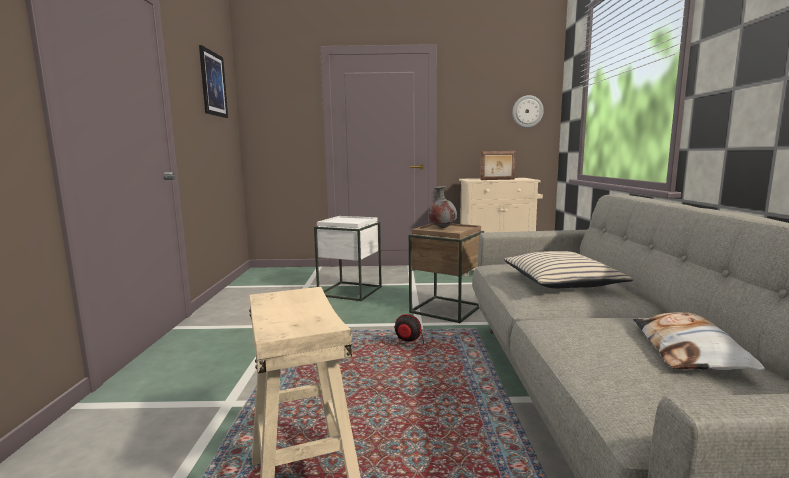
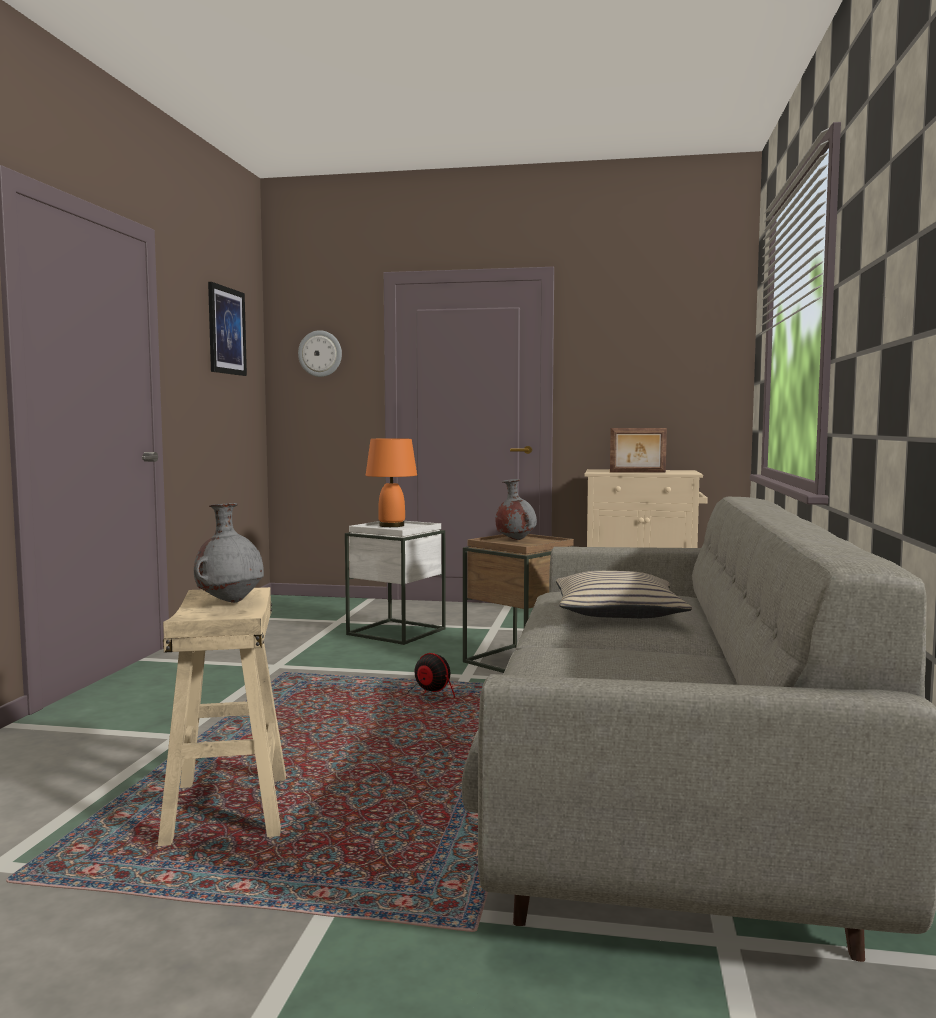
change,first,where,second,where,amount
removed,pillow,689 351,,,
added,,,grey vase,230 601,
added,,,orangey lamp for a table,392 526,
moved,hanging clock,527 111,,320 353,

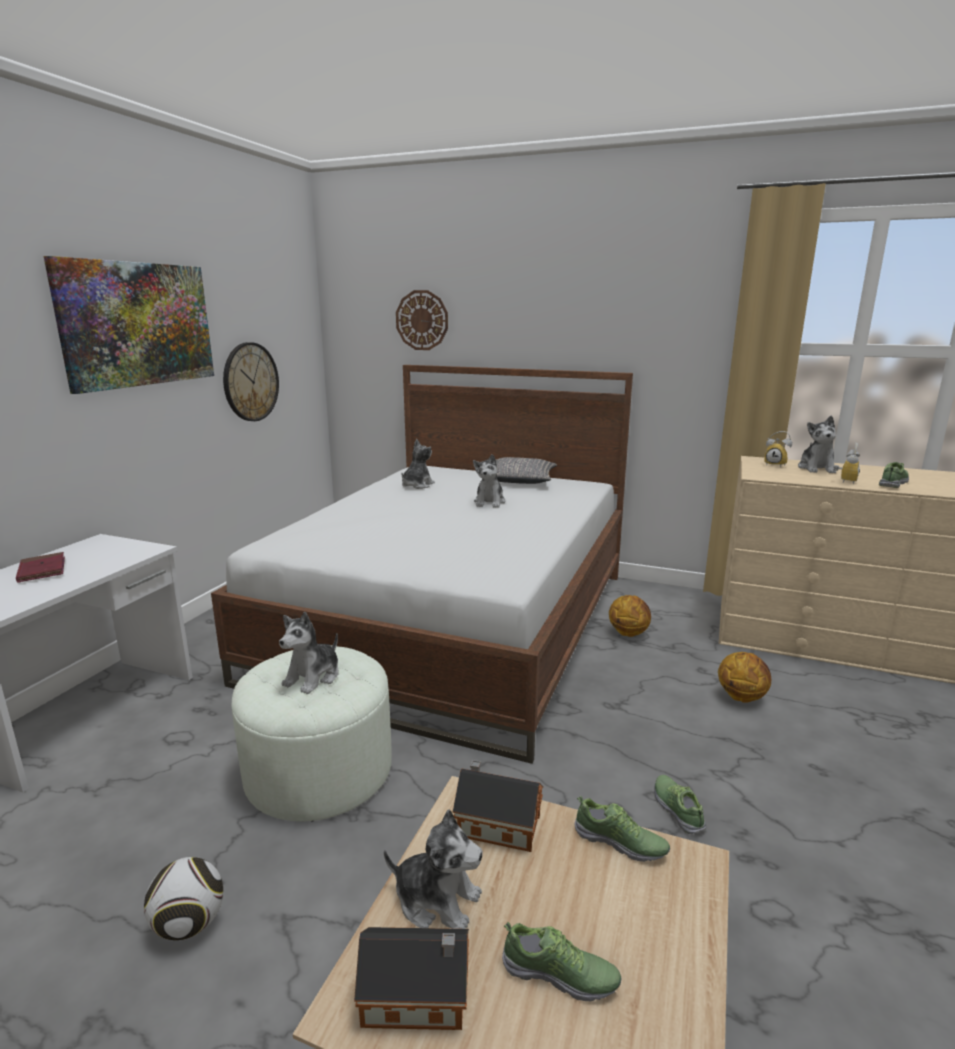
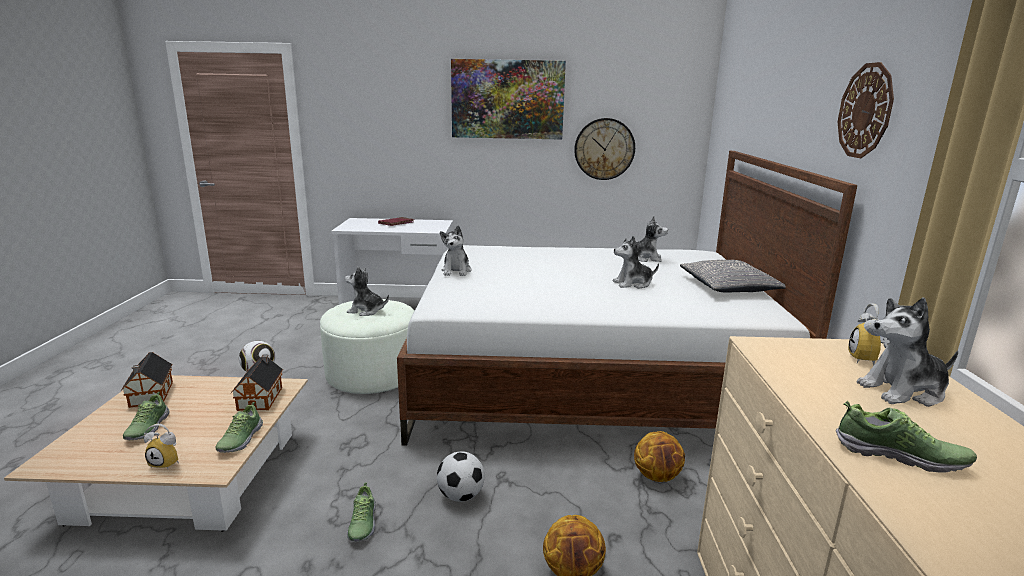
change,first,where,second,where,amount
added,,,ball for football,461 496,
moved,cuddly toy,437 900,,456 271,
moved,hanging clock,422 320,,865 111,
moved,table clock,844 481,,168 463,
turned,shoe,678 809,,362 524,120 degrees clockwise

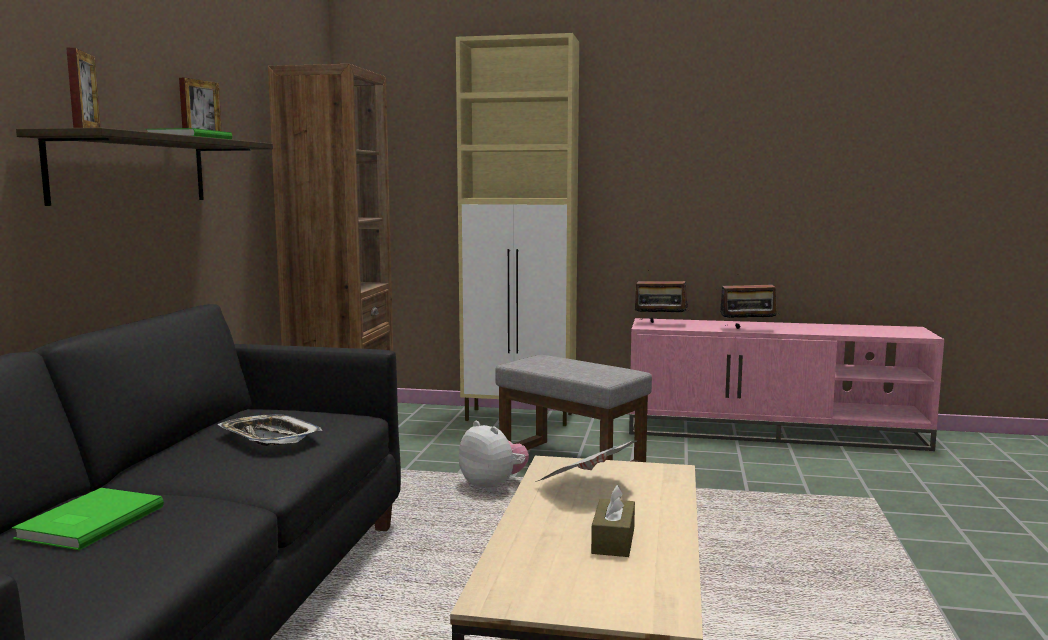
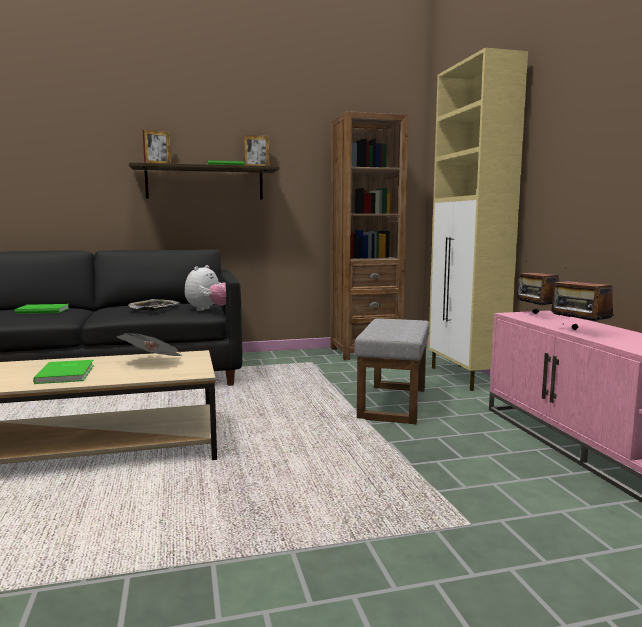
change,first,where,second,where,amount
moved,cuddly toy,493 486,,208 310,
replaced,brownish box of tissues,613 540,green-coloured bound book,67 373,

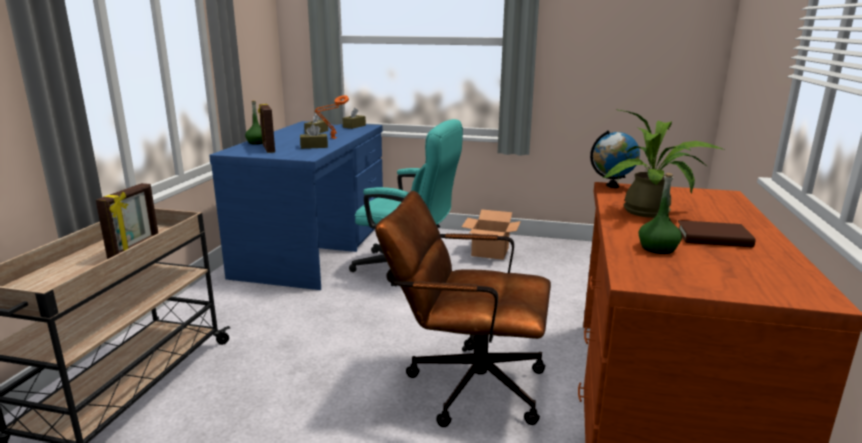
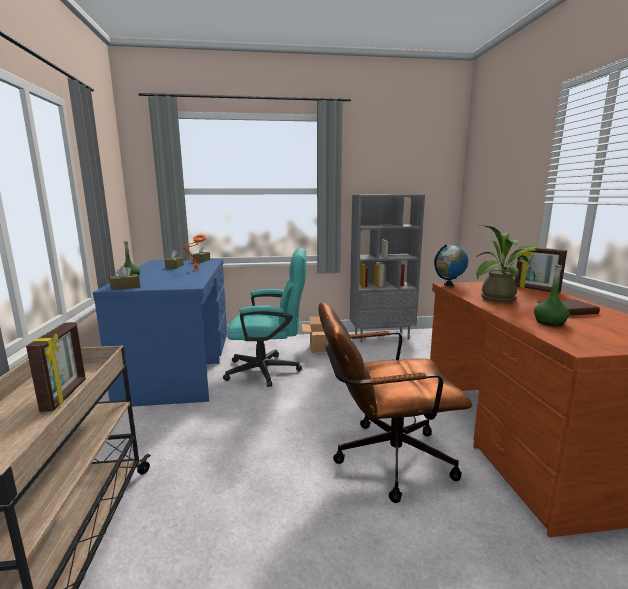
change,first,where,second,where,amount
added,,,grey bookcase,381 336,
moved,standing frame,268 149,,536 289,
moved,brownish box of tissues,314 146,,125 287,

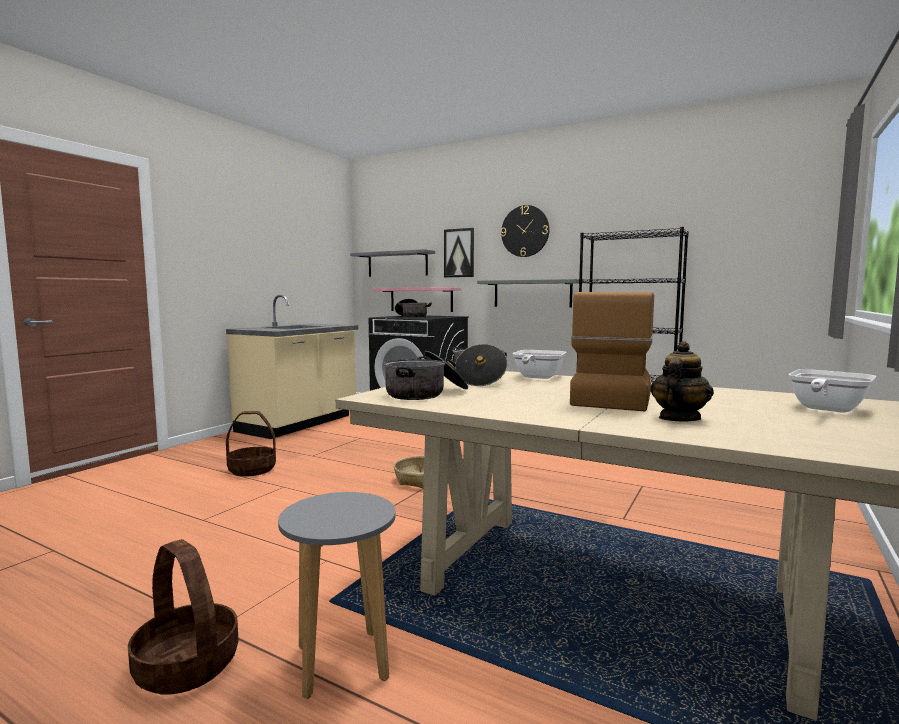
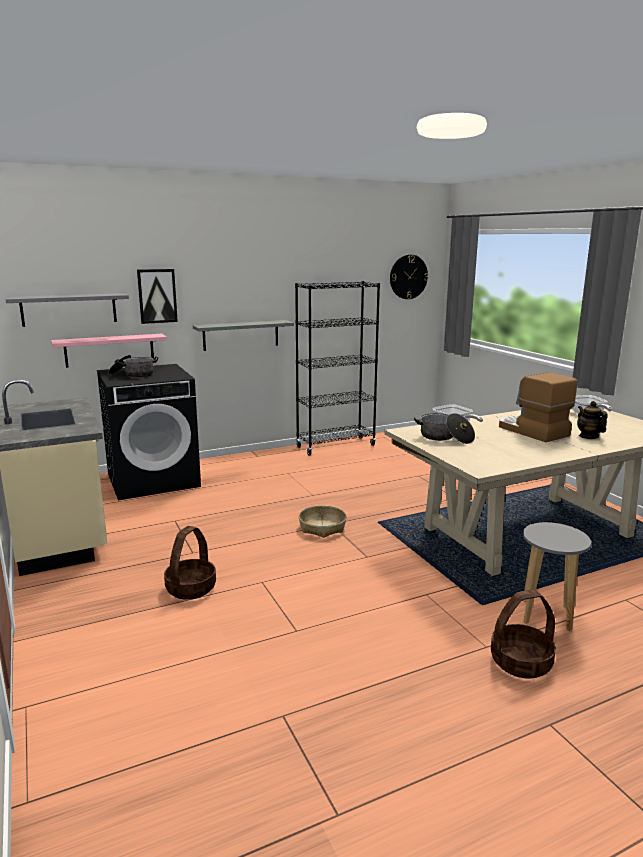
change,first,where,second,where,amount
removed,cooking pot,426 393,,,
moved,hanging clock,525 231,,408 277,

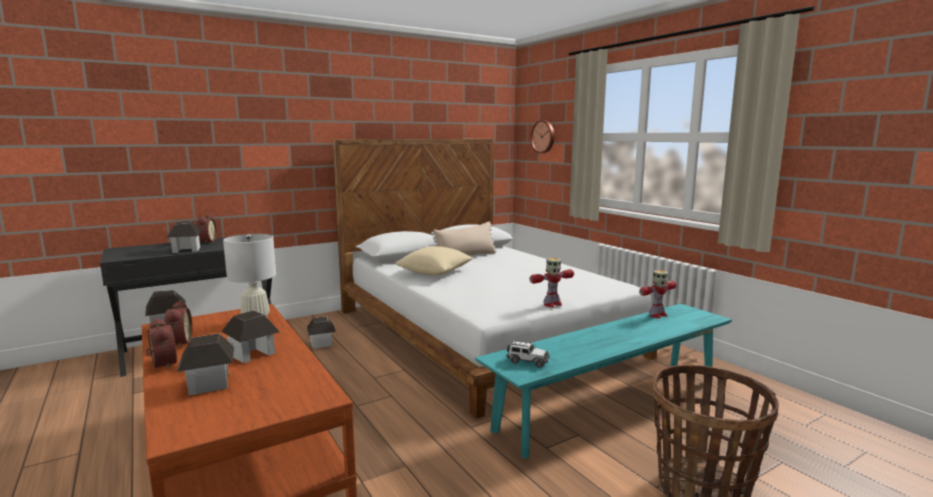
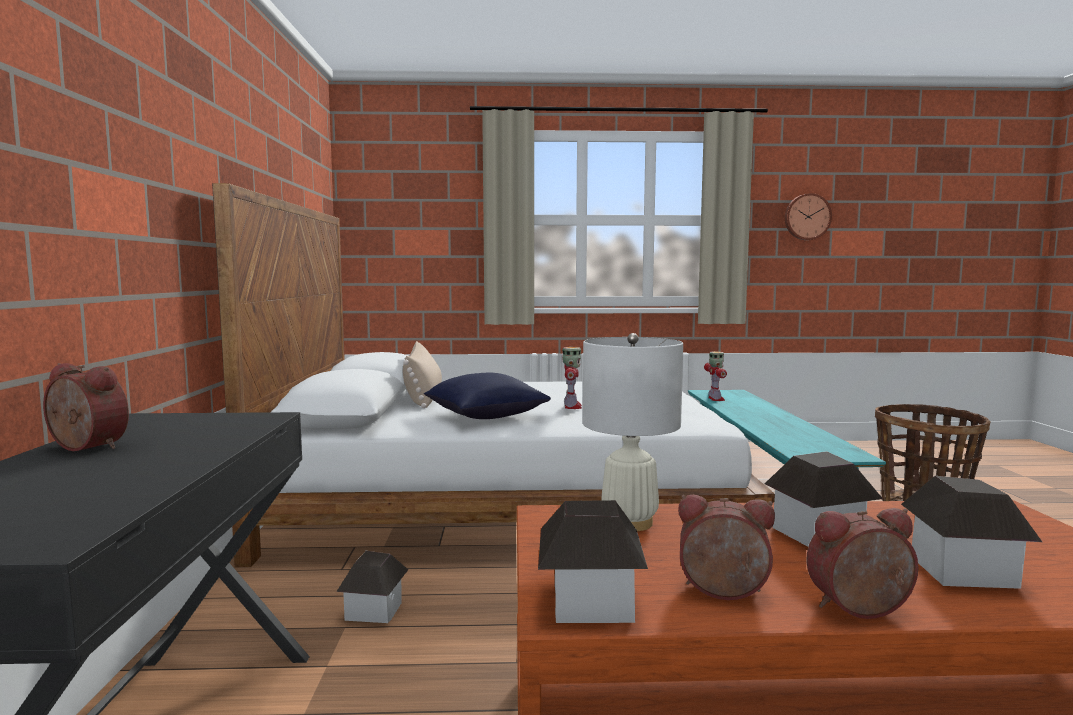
change,first,where,second,where,amount
removed,miniature house,186 250,,,
removed,model car,527 361,,,
moved,model robot,552 304,,572 407,
moved,hanging clock,543 136,,807 217,
recoloured,beige-coloured pillow,435 273,bluish pillow,485 416,

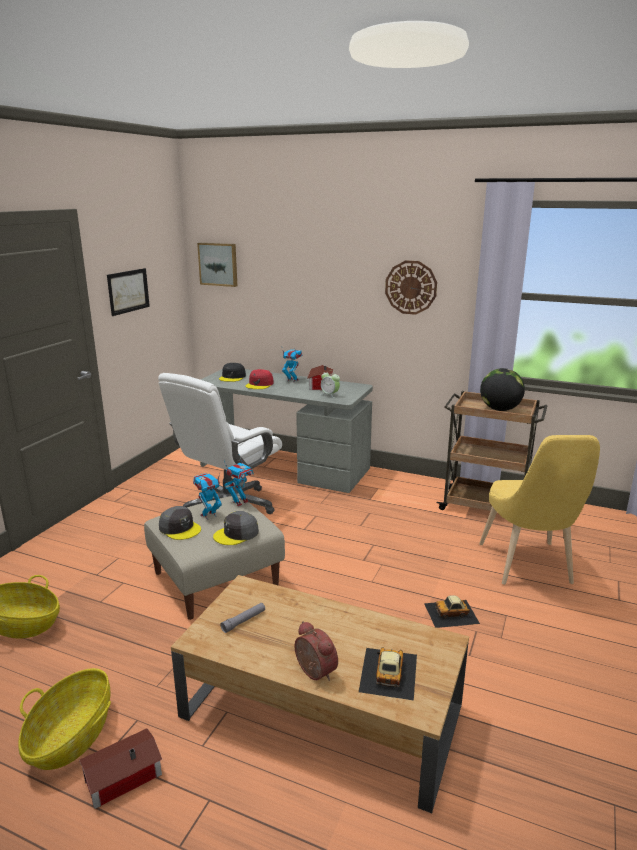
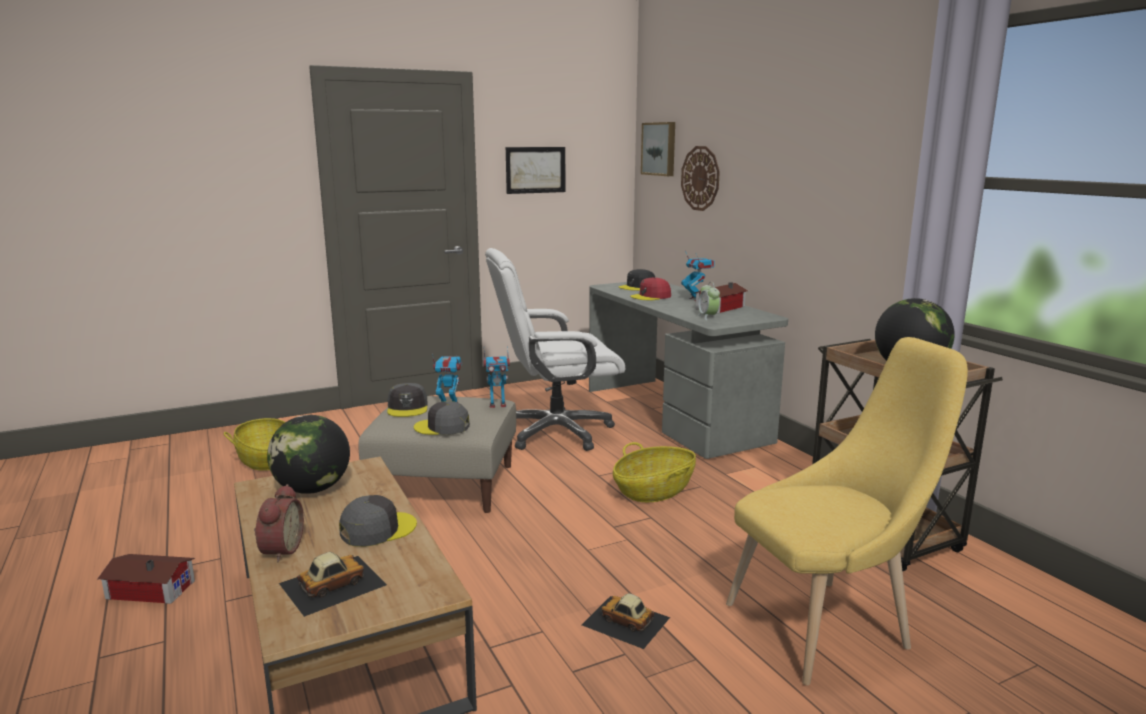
change,first,where,second,where,amount
added,,,grey cap,377 529,
moved,household basket,71 737,,654 491,
moved,hanging clock,411 287,,700 178,
replaced,grey torch,244 621,world globe,313 489,
turned,yellowish chair,527 567,,827 625,150 degrees counterclockwise

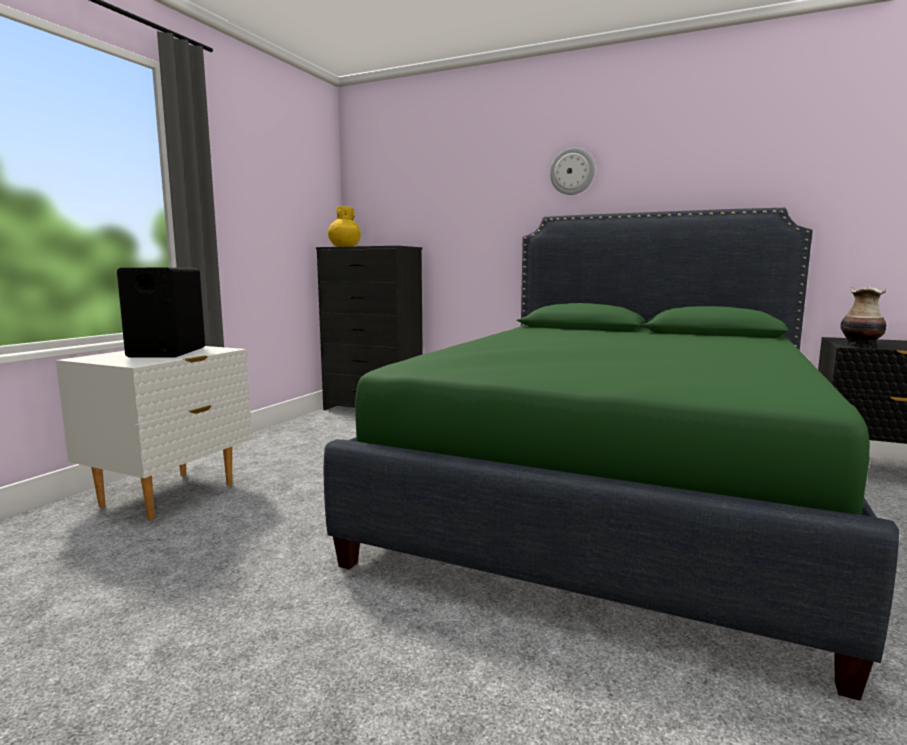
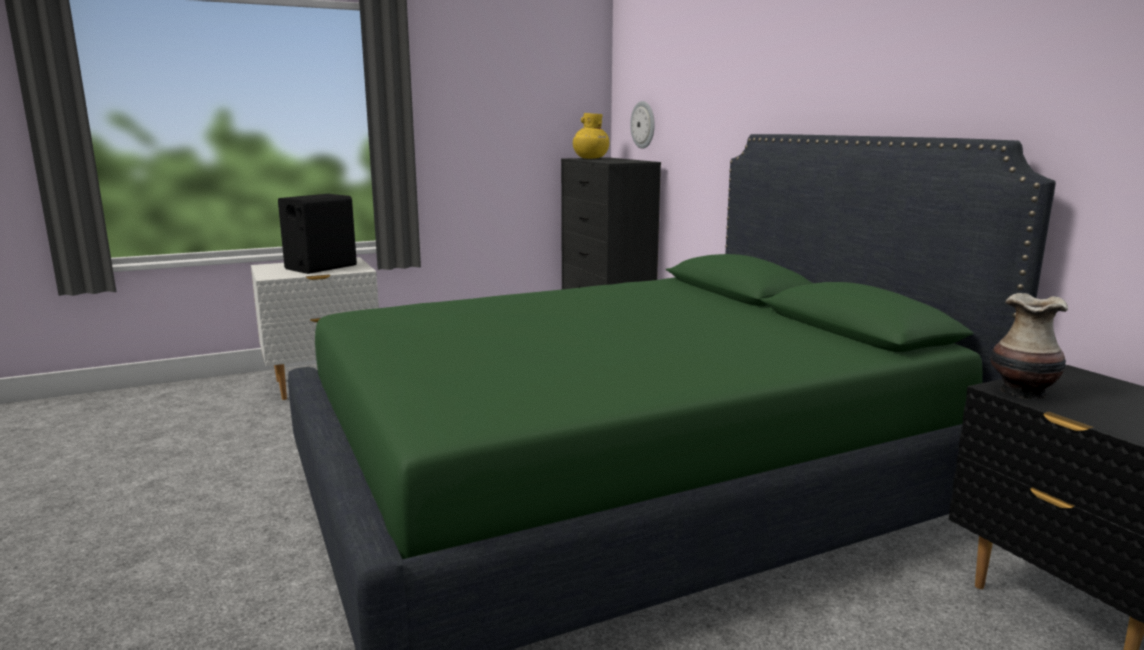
change,first,where,second,where,amount
moved,hanging clock,572 171,,643 124,

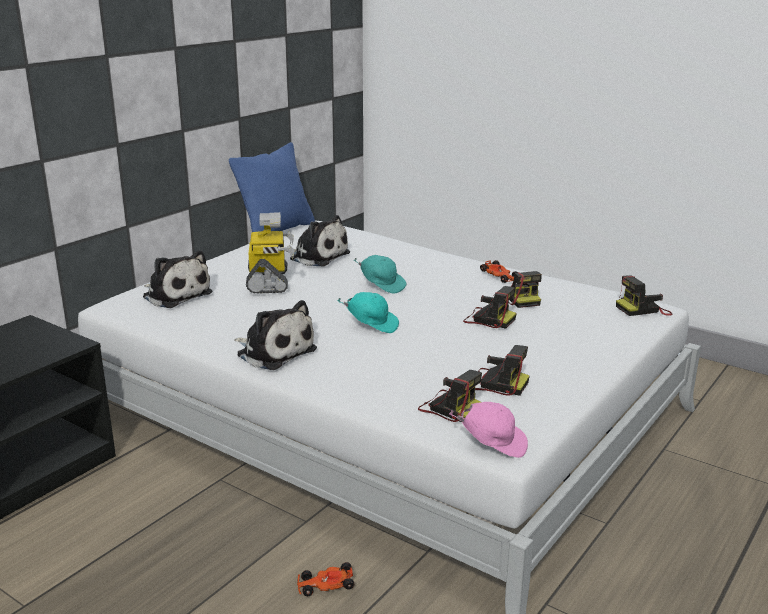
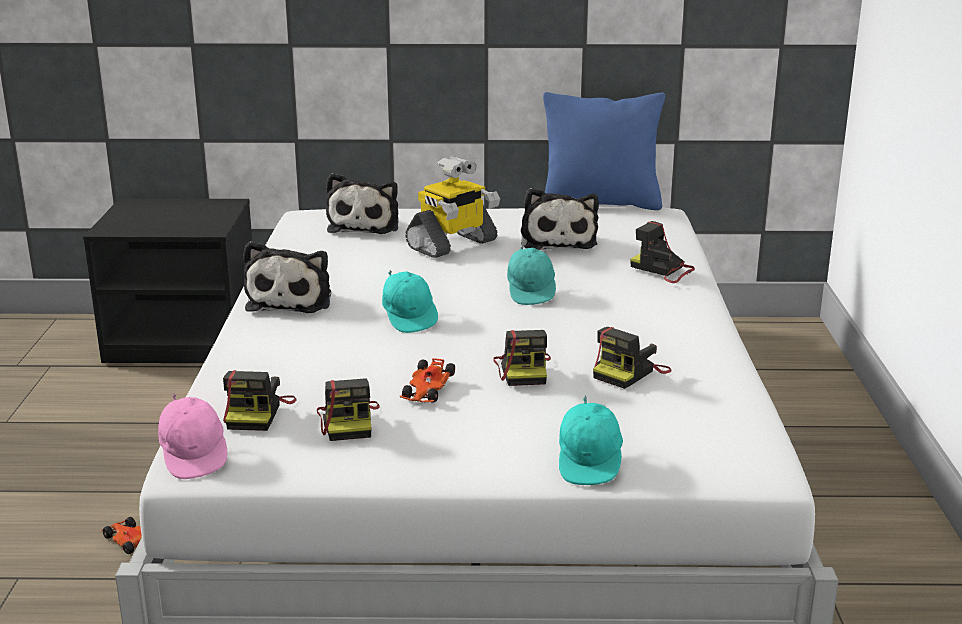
change,first,where,second,where,amount
added,,,turquoise cap,590 463,
moved,model car,500 277,,427 390,
moved,still camera,643 310,,663 270,

